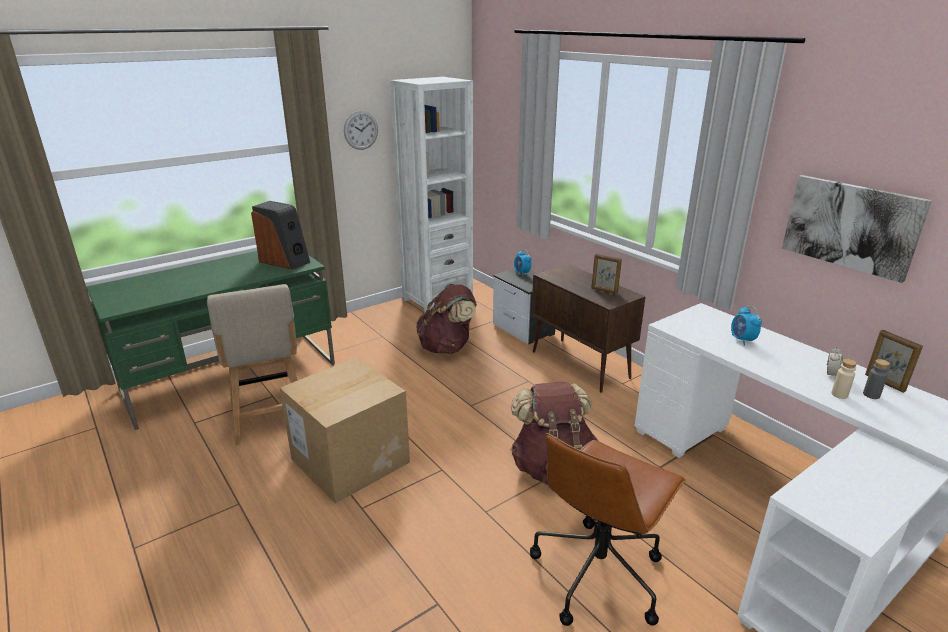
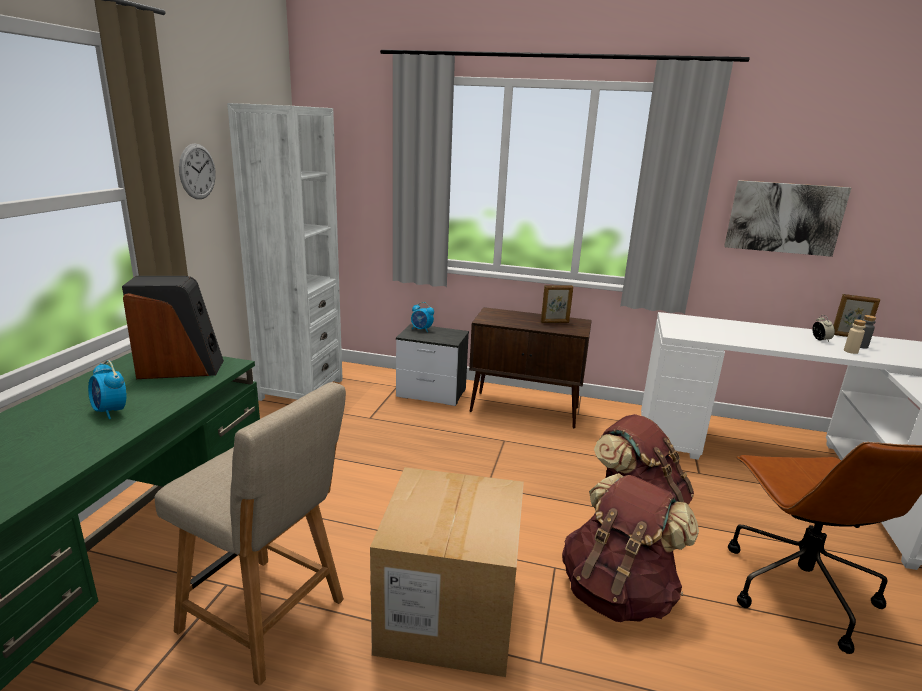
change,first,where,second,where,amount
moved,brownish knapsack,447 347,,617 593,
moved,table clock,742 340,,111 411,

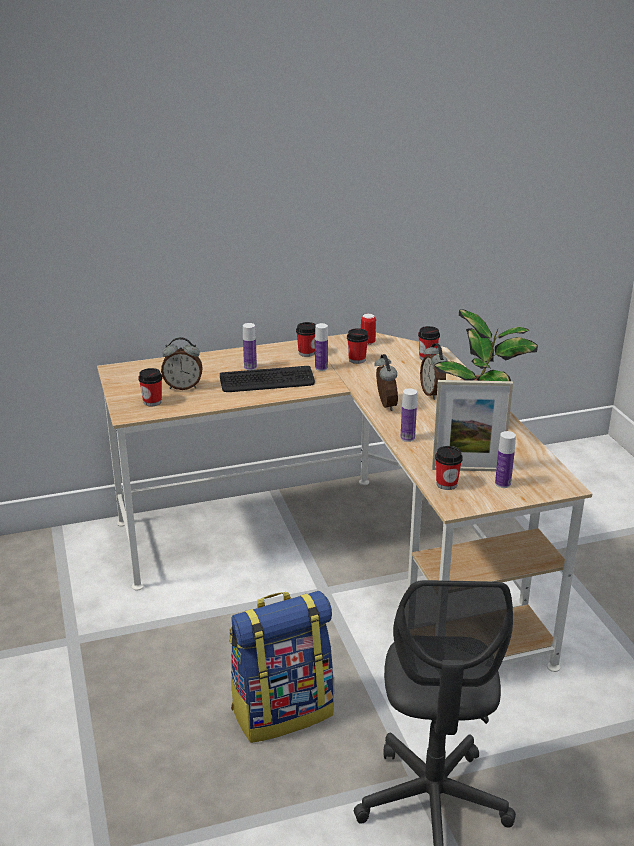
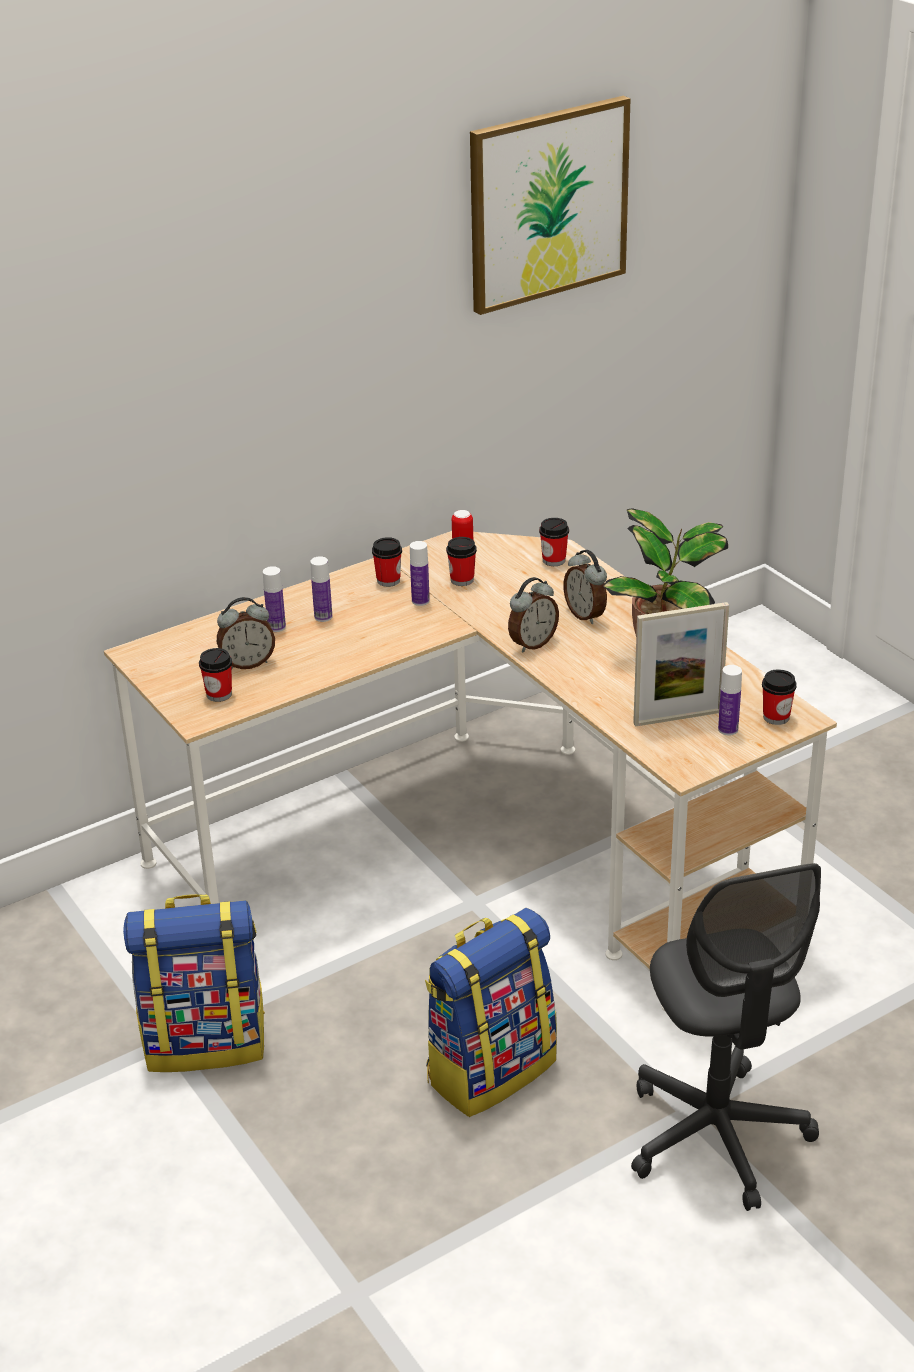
change,first,where,second,where,amount
removed,PC keyboard,267 381,,,
added,,,knapsack,206 1041,
added,,,picture,547 204,
moved,beverage bottle,407 438,,276 627,
moved,cup,446 484,,776 717,
turned,table clock,384 405,,532 643,75 degrees clockwise

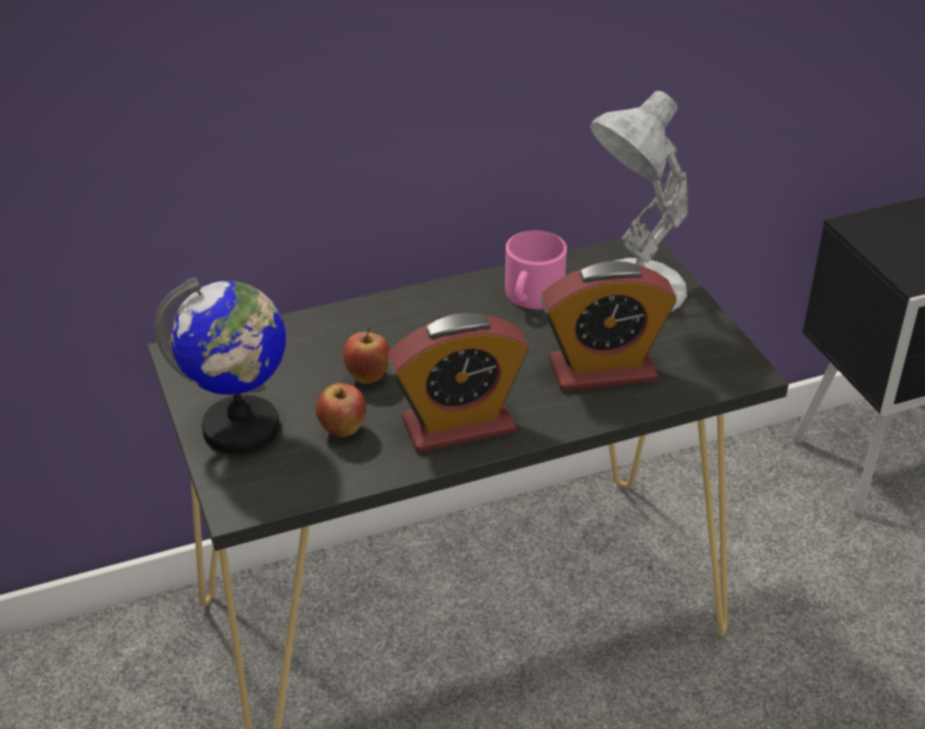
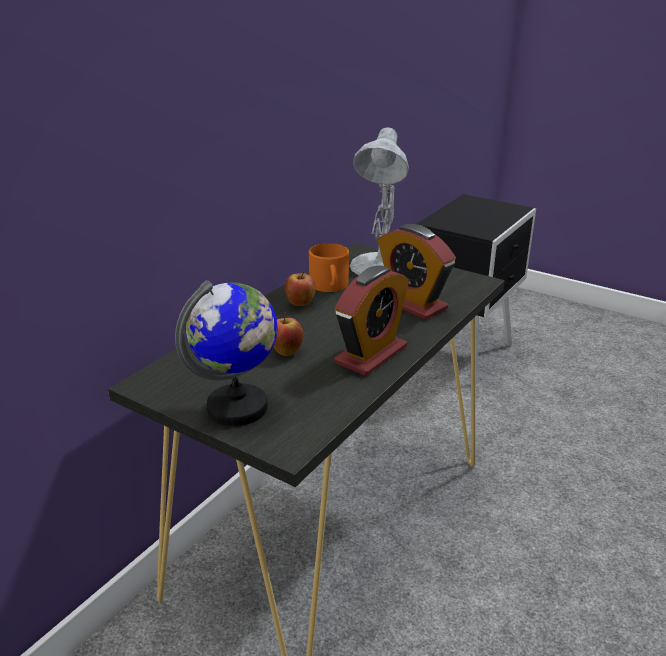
change,first,where,second,where,amount
moved,whole apple,342 430,,300 304,
recoloured,pinkish coffee mug,531 295,orangey coffee mug,330 285,
turned,table clock,602 370,,412 304,90 degrees clockwise

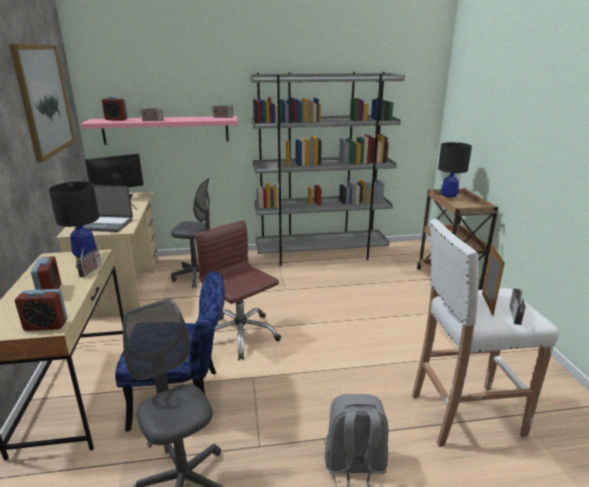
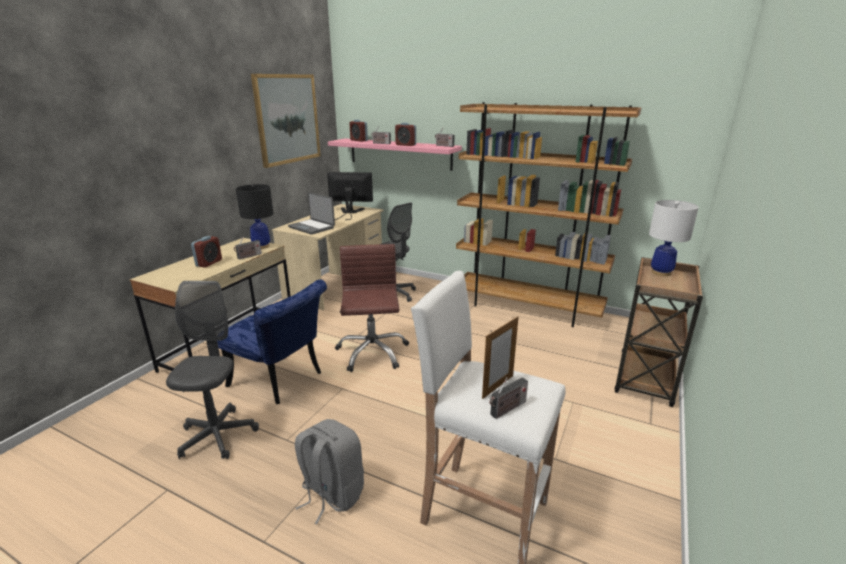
change,first,where,second,where,amount
moved,table clock,46 325,,405 145,
recoloured,grey bookcase,321 255,brownish bookcase,527 308,
recoloured,black lamp for a table,448 198,white-coloured lamp for a table,661 272,

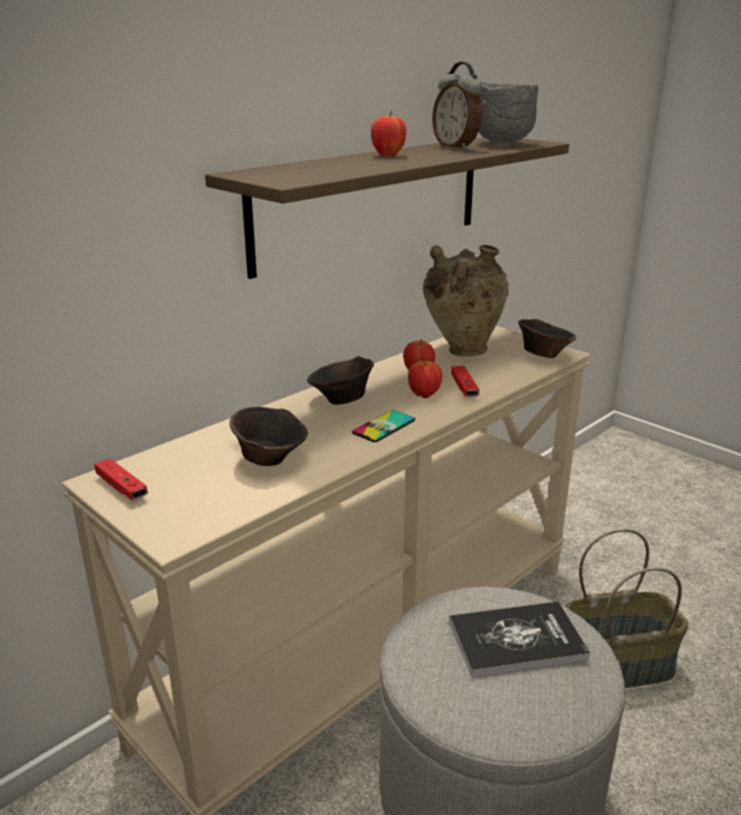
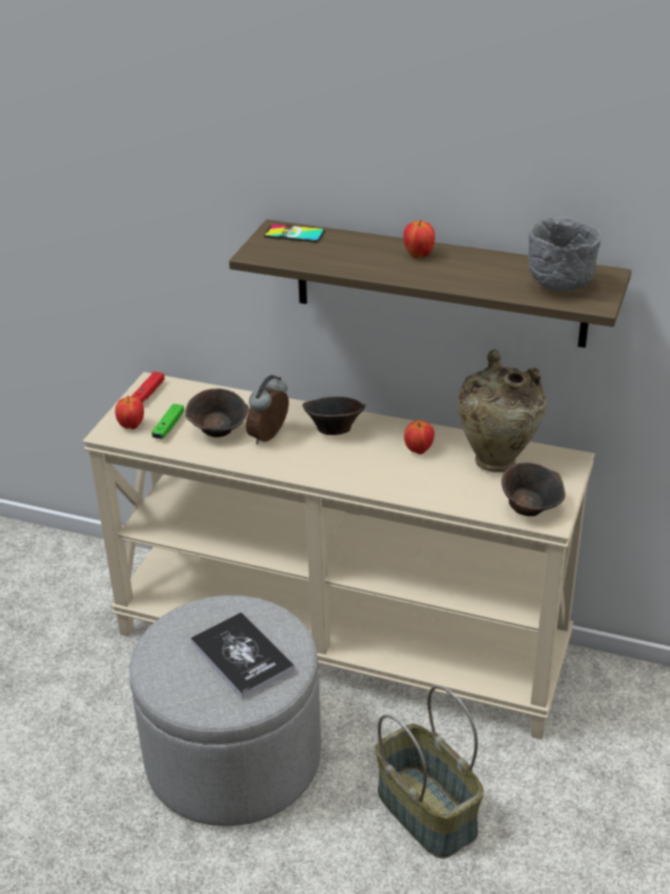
change,first,where,second,where,amount
removed,red gamepad,464 388,,,
added,,,green-coloured gamepad,168 427,
moved,phone,384 426,,294 234,
moved,whole apple,424 395,,131 426,
moved,table clock,456 147,,270 437,

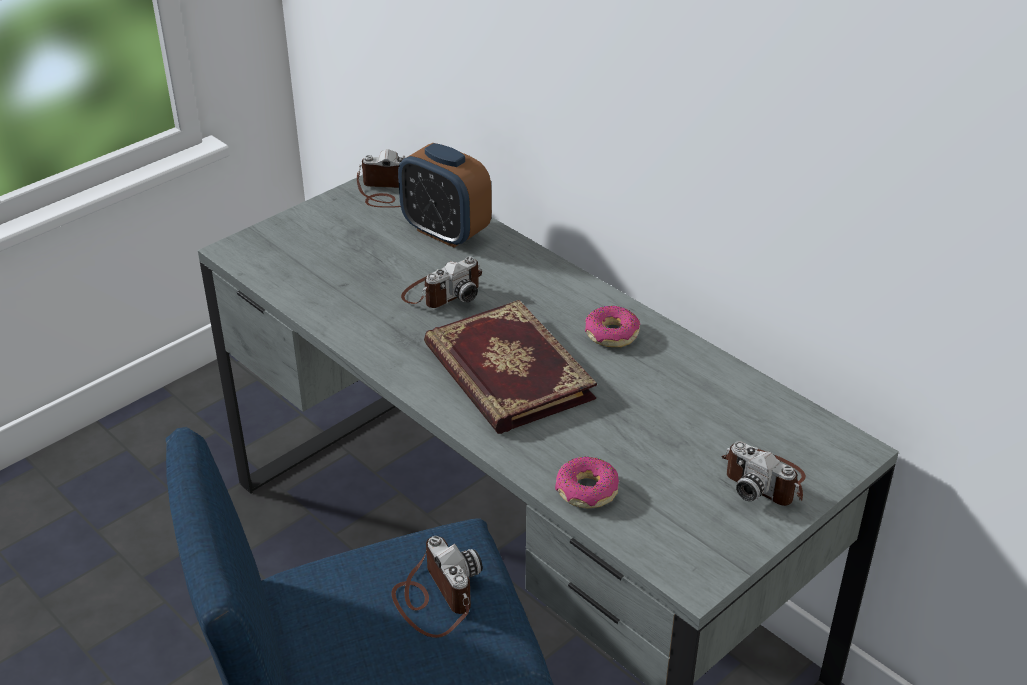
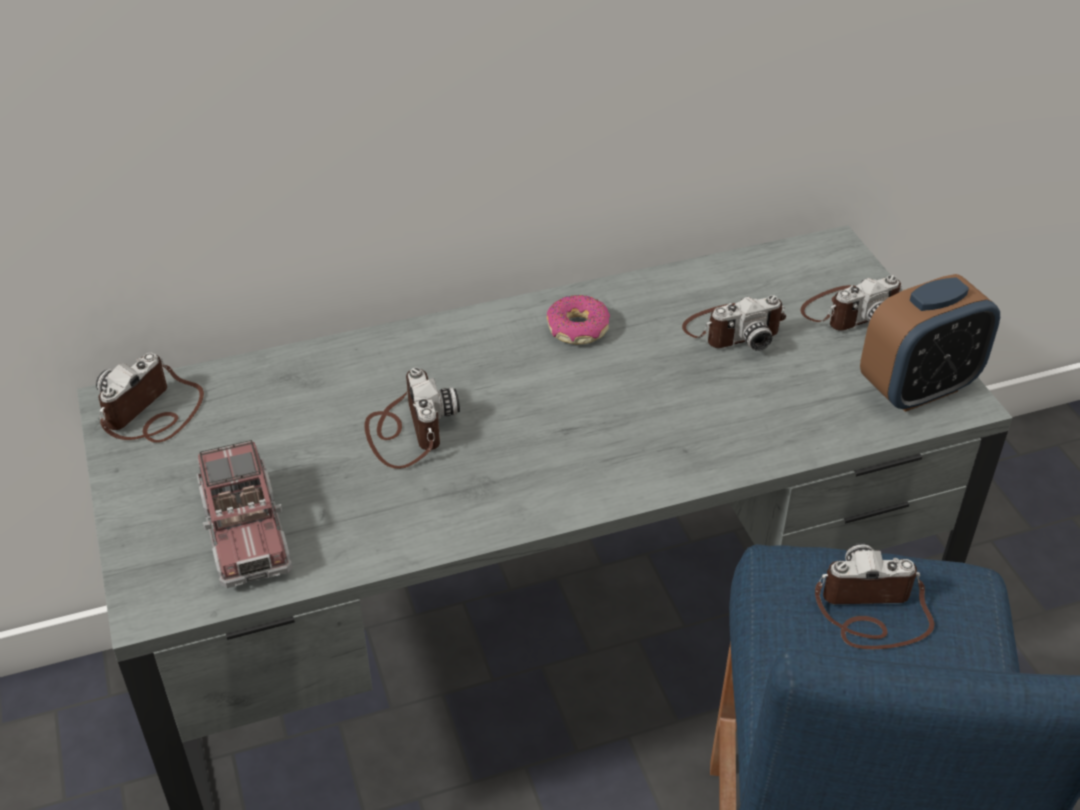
change,first,where,second,where,amount
removed,bound book,505 373,,,
removed,doughnut,586 491,,,
added,,,toy truck,245 532,
added,,,still camera,733 330,
moved,table clock,445 232,,918 388,

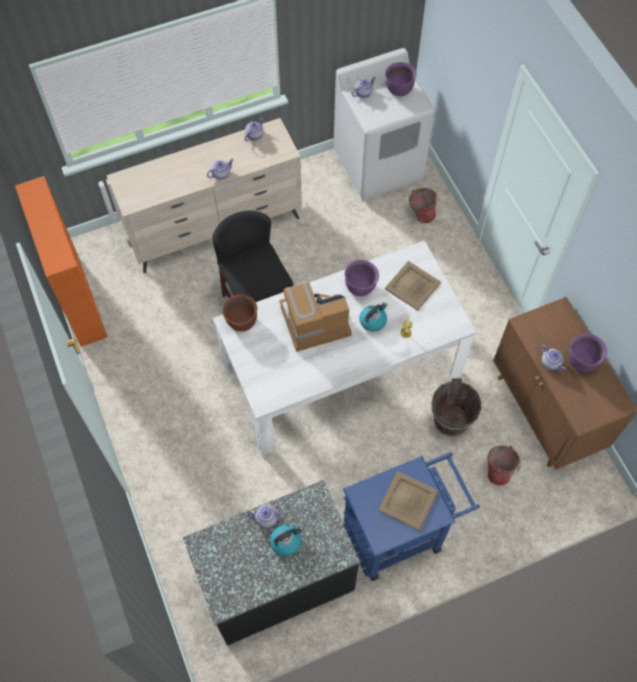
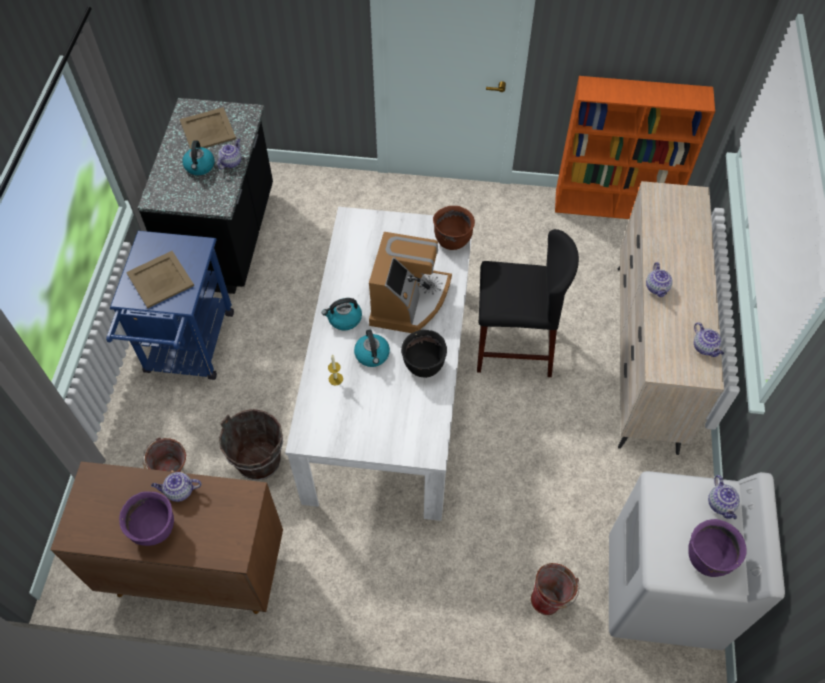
change,first,where,second,where,amount
added,,,kettle,344 319,
moved,beige-coloured carrying tray,413 286,,207 130,
recoloured,purple cooking pot,360 287,black cooking pot,424 366,

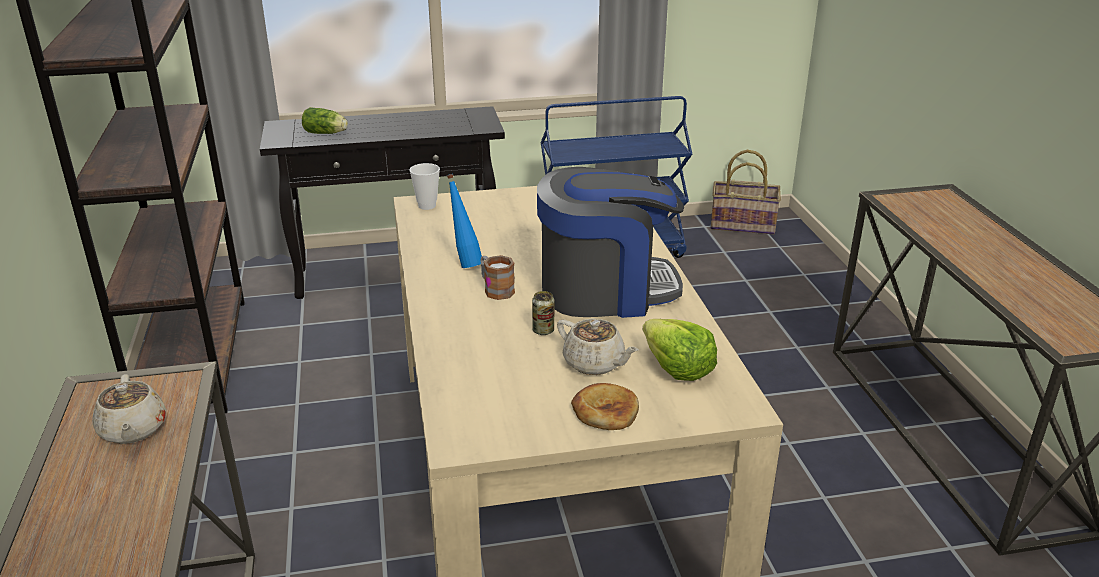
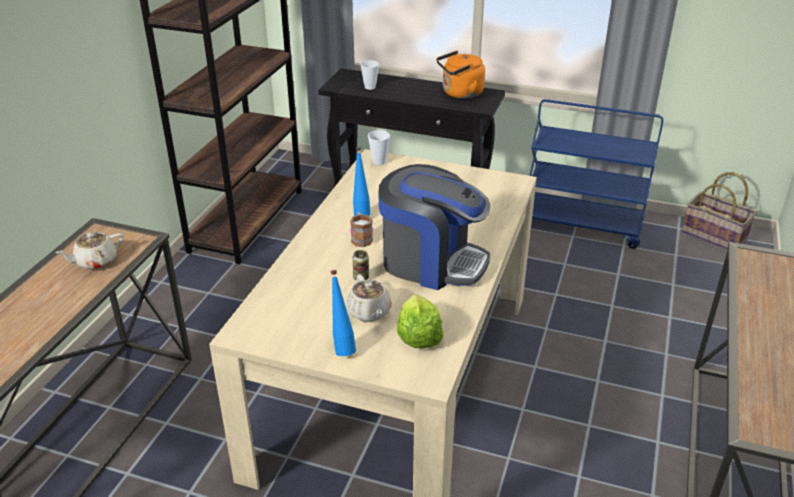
change,first,where,second,where,amount
added,,,orangey kettle,460 94,
replaced,head of lettuce,326 133,cup,370 87,
replaced,bread,605 411,bluish beverage bottle,342 347,
turned,beige-coloured teapot,133 430,,95 261,45 degrees clockwise

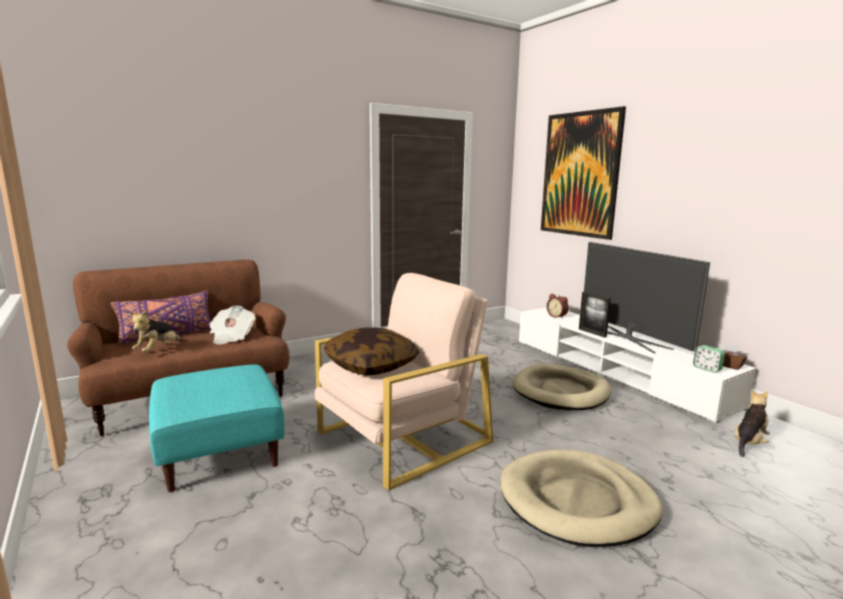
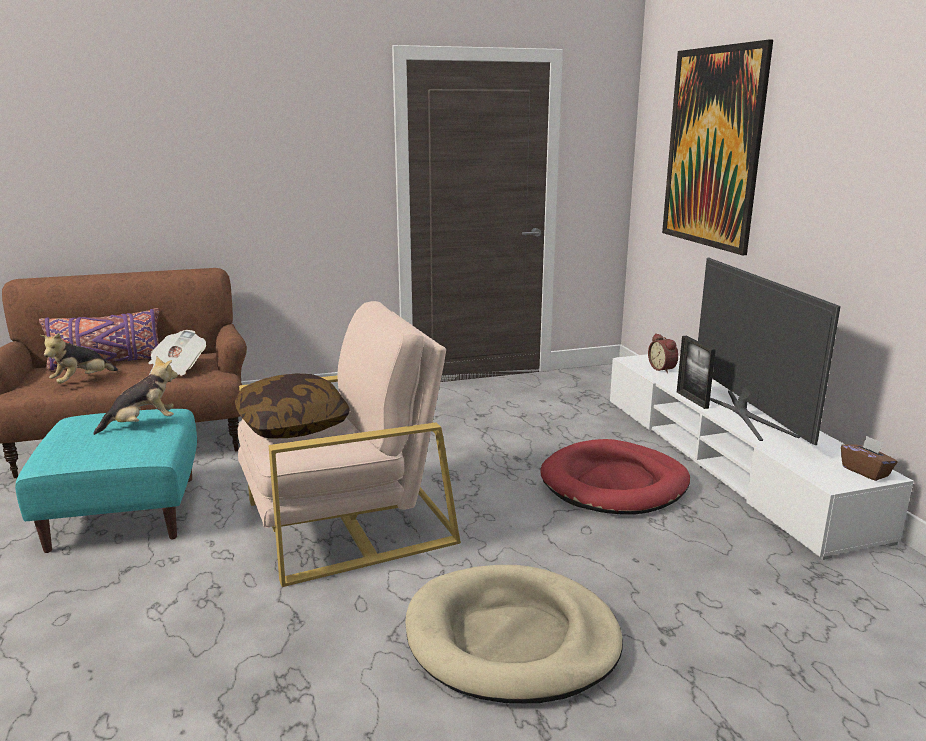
change,first,where,second,where,amount
removed,table clock,707 369,,,
moved,cuddly toy,749 443,,143 424,
recoloured,beige-coloured pet bed,561 391,red pet bed,614 483,

